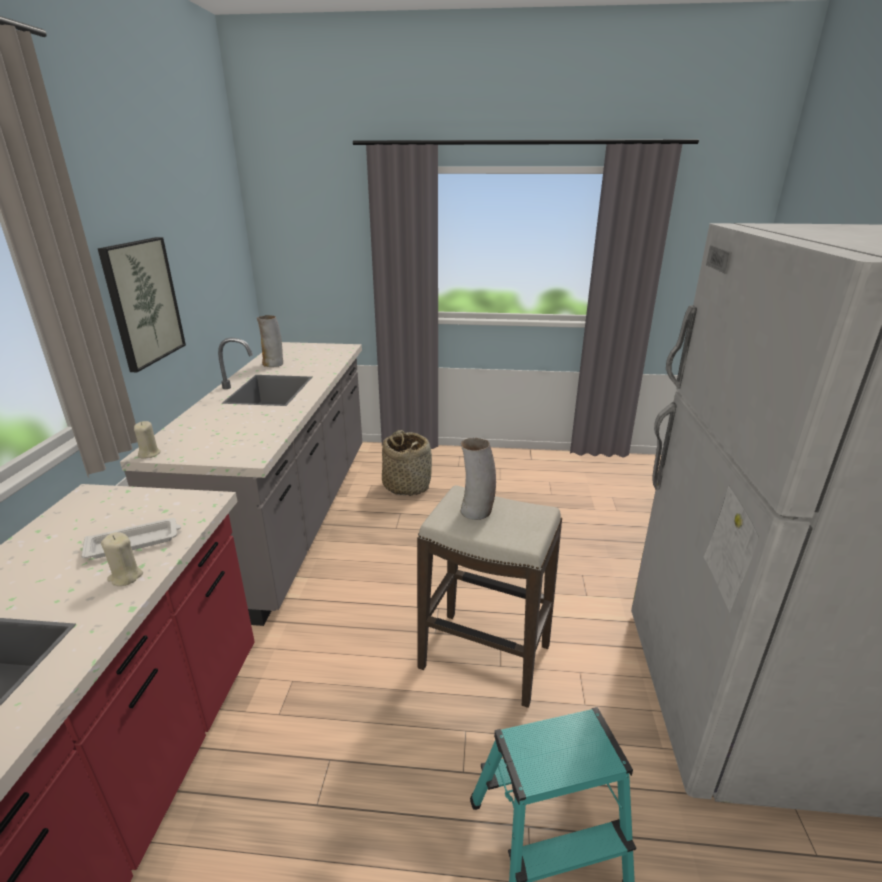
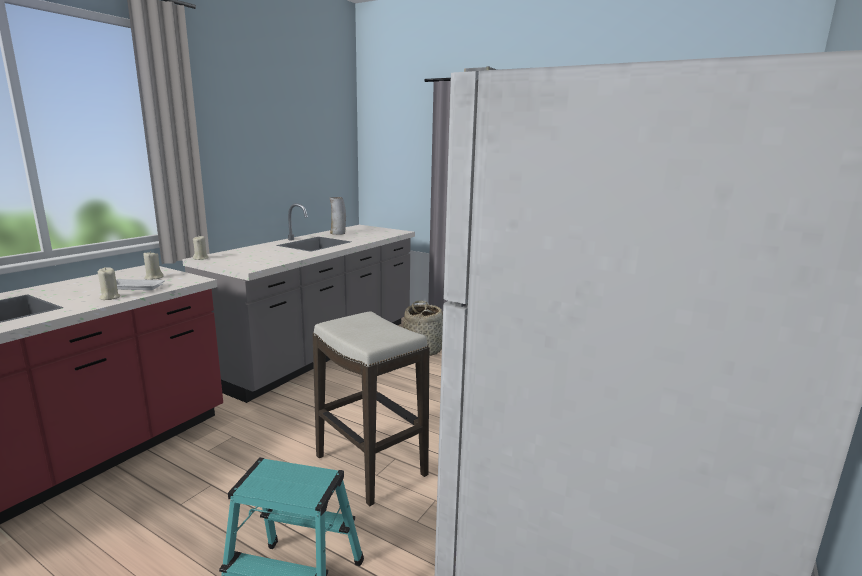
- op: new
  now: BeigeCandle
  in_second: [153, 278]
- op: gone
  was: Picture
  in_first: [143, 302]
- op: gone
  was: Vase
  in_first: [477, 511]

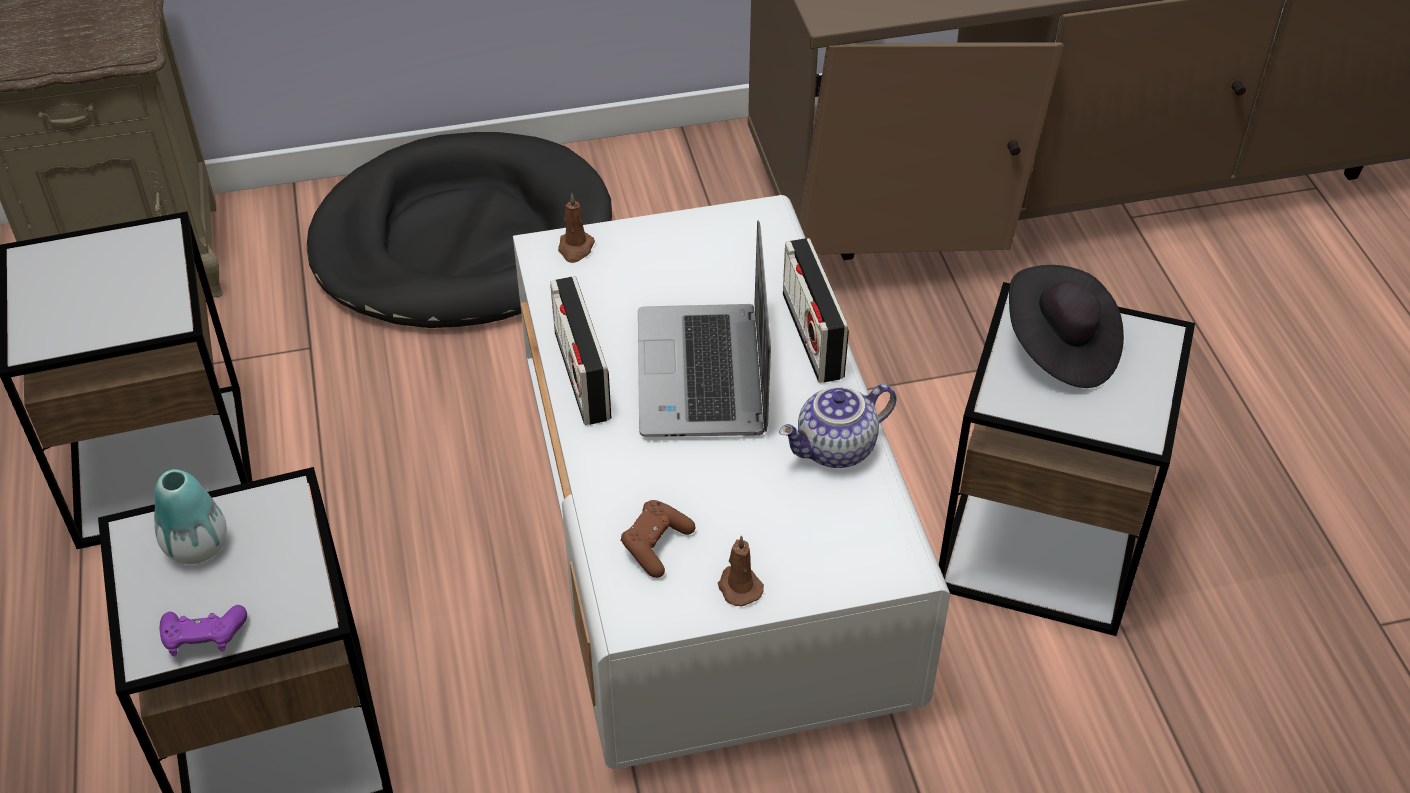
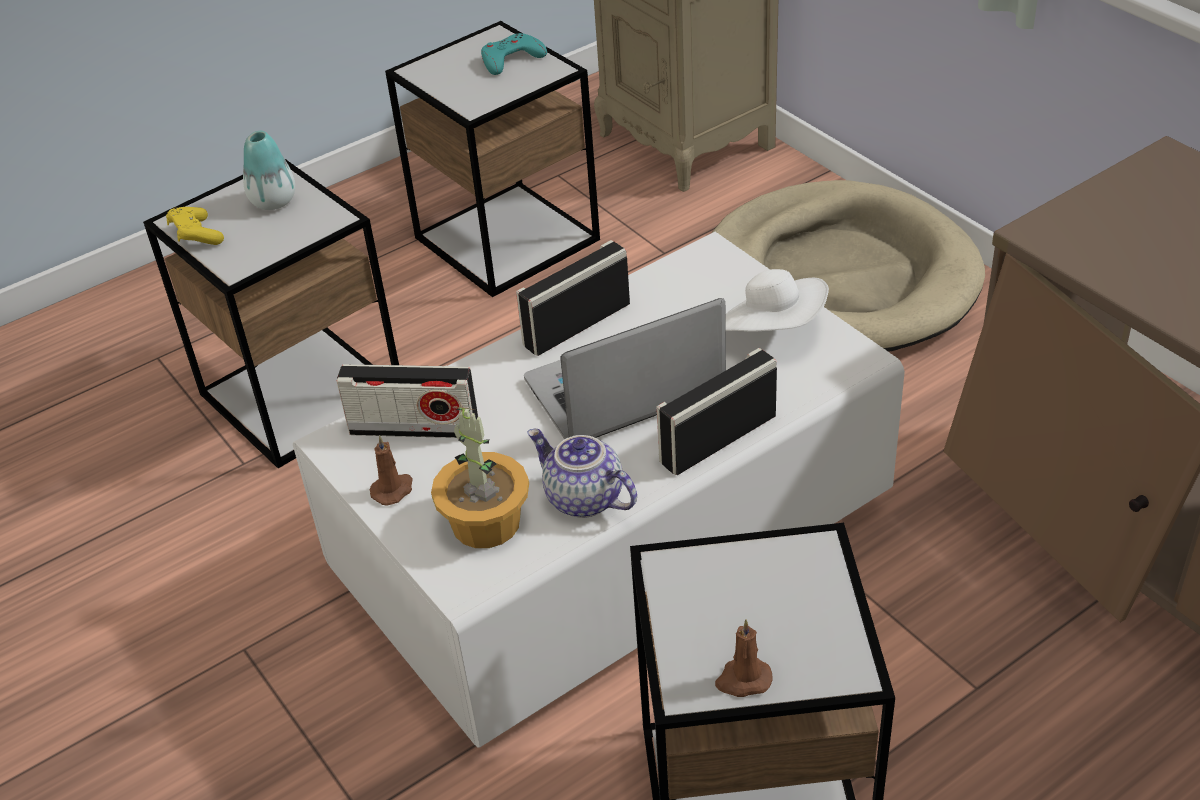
- op: repainted
  was: PurpleGameController
  now: YellowGameController
  in_first: [204, 639]
  in_second: [196, 236]
- op: swapped
  was: BrownGameController
  now: Radio
  in_first: [655, 545]
  in_second: [414, 428]
- op: new
  now: PottedPlant
  in_second: [485, 524]
- op: new
  now: TurquoiseGameController
  in_second: [511, 59]
- op: repainted
  was: BlackDogBed
  now: BeigeDogBed
  in_first: [462, 241]
  in_second: [841, 277]
- op: shifted
  was: BrownCandle
  in_first: [575, 248]
  in_second: [743, 680]
- op: new
  now: WhiteHat
  in_second: [772, 330]
- op: gone
  was: BlackHat
  in_first: [1060, 348]

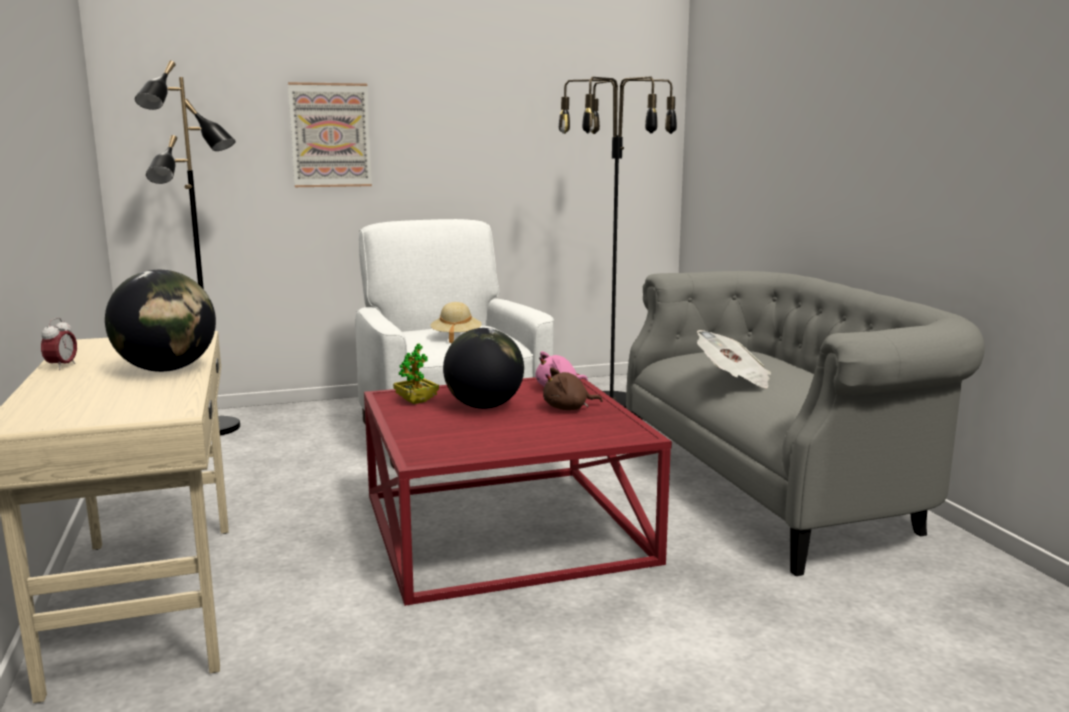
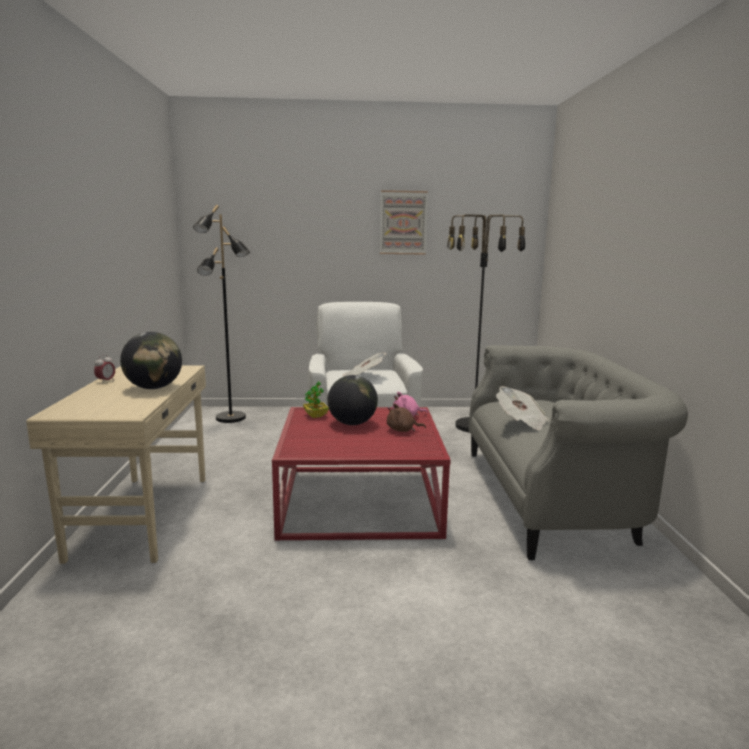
- op: swapped
  was: BeigeHat
  now: Newspaper
  in_first: [456, 337]
  in_second: [363, 376]
- op: shifted
  was: Picture
  in_first: [330, 135]
  in_second: [403, 223]

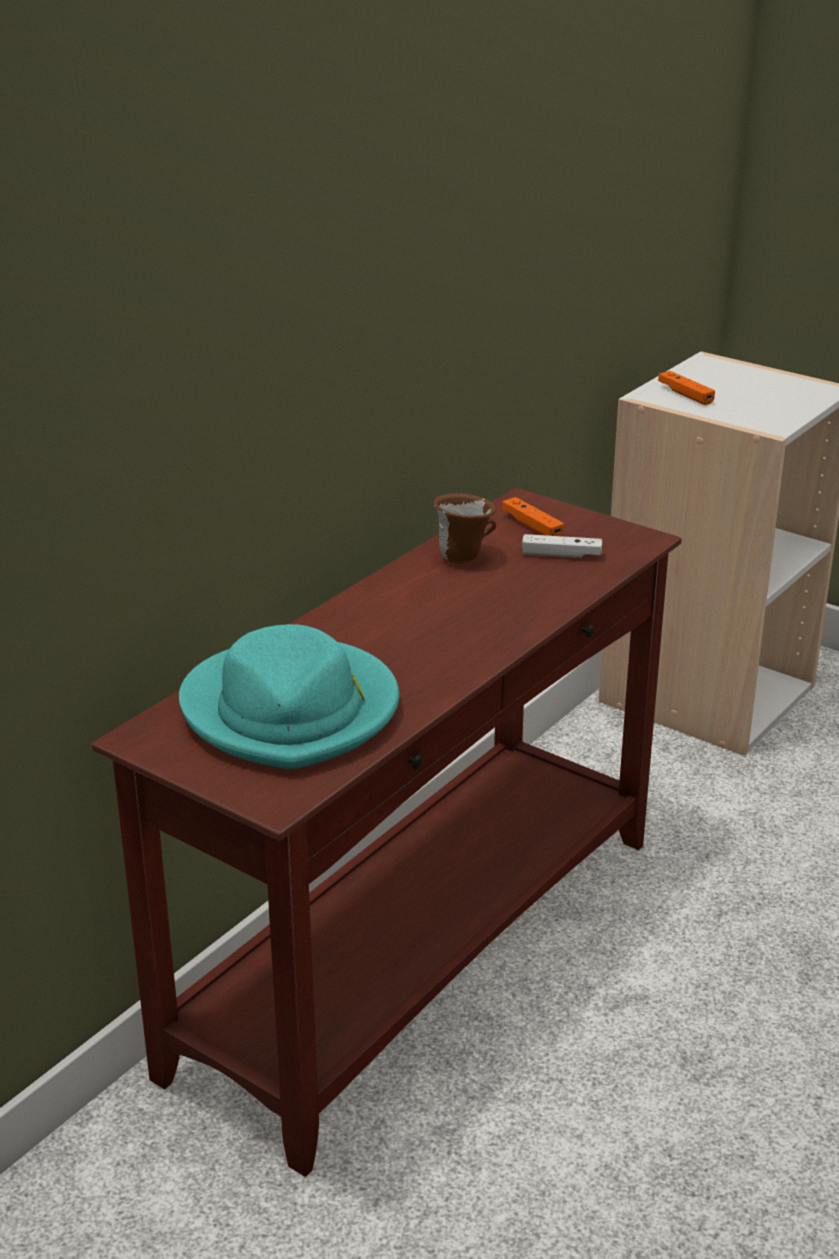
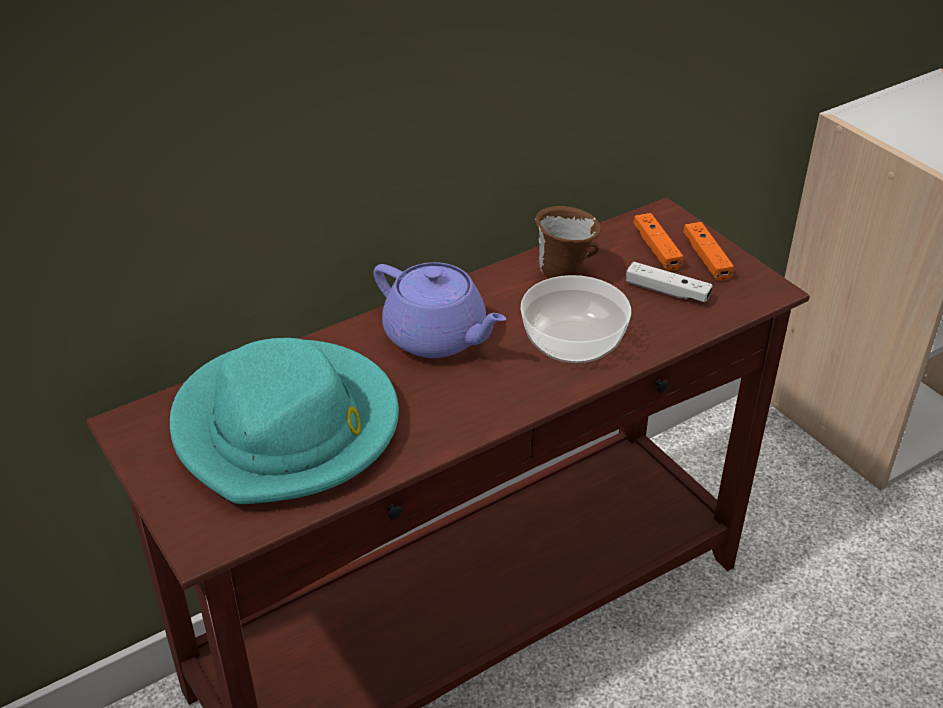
- op: new
  now: PurpleTeapot
  in_second: [437, 337]
- op: new
  now: Bowl
  in_second: [572, 342]
- op: shifted
  was: OrangeGameController
  in_first: [685, 395]
  in_second: [706, 258]

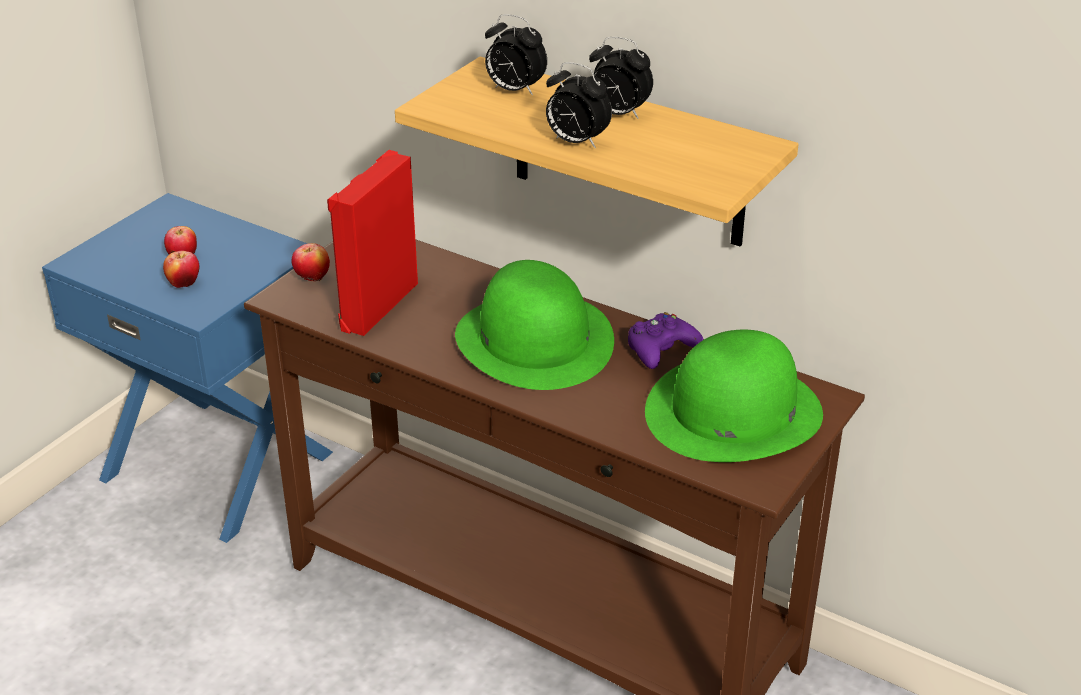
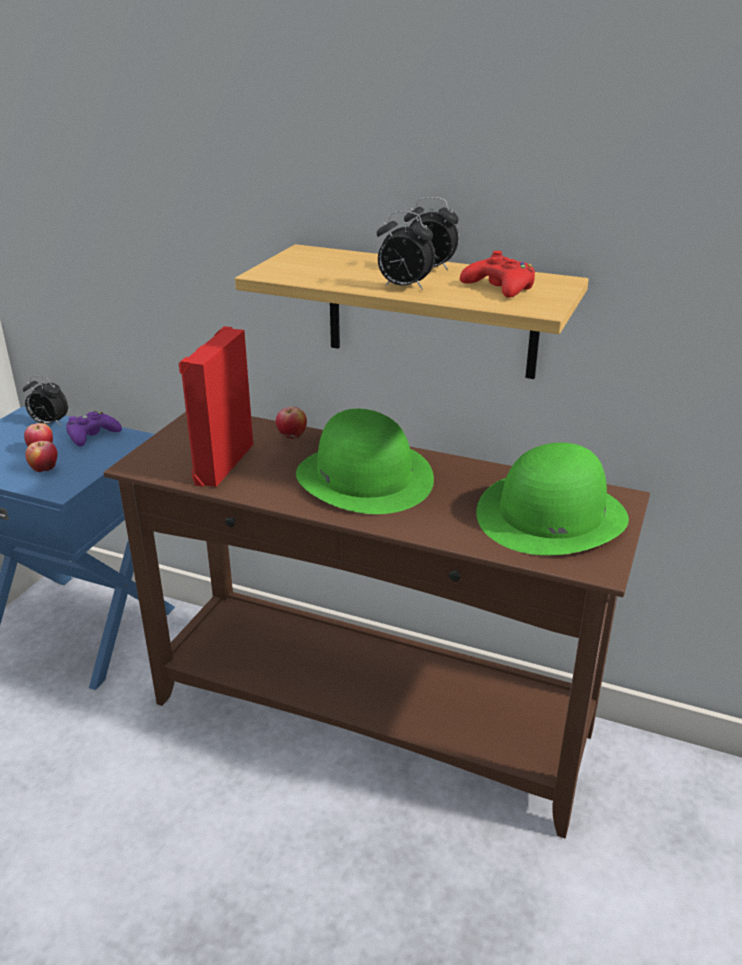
- op: shifted
  was: AlarmClock
  in_first: [514, 90]
  in_second: [49, 424]
- op: shifted
  was: PurpleGameController
  in_first: [661, 349]
  in_second: [92, 435]
- op: shifted
  was: Apple
  in_first: [312, 279]
  in_second: [292, 437]
- op: new
  now: RedGameController
  in_second: [500, 288]

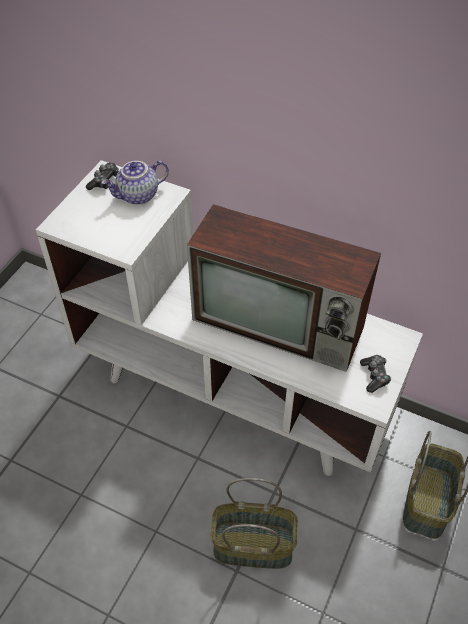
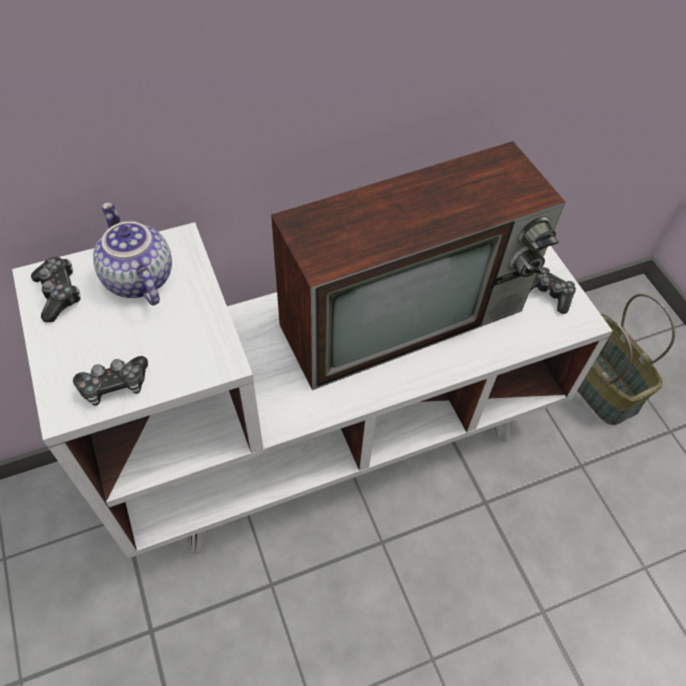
- op: new
  now: GameController
  in_second: [114, 385]
- op: rotated
  was: Teapot
  in_first: [138, 196]
  in_second: [137, 279]
  clockwise: 135
- op: gone
  was: Basket
  in_first: [254, 544]

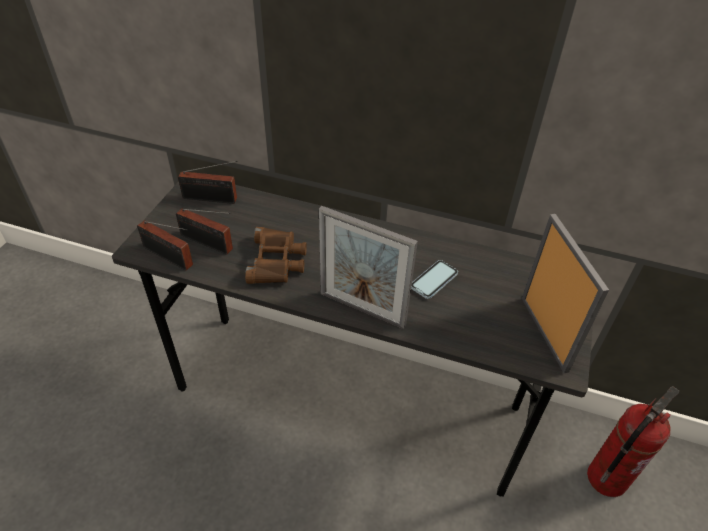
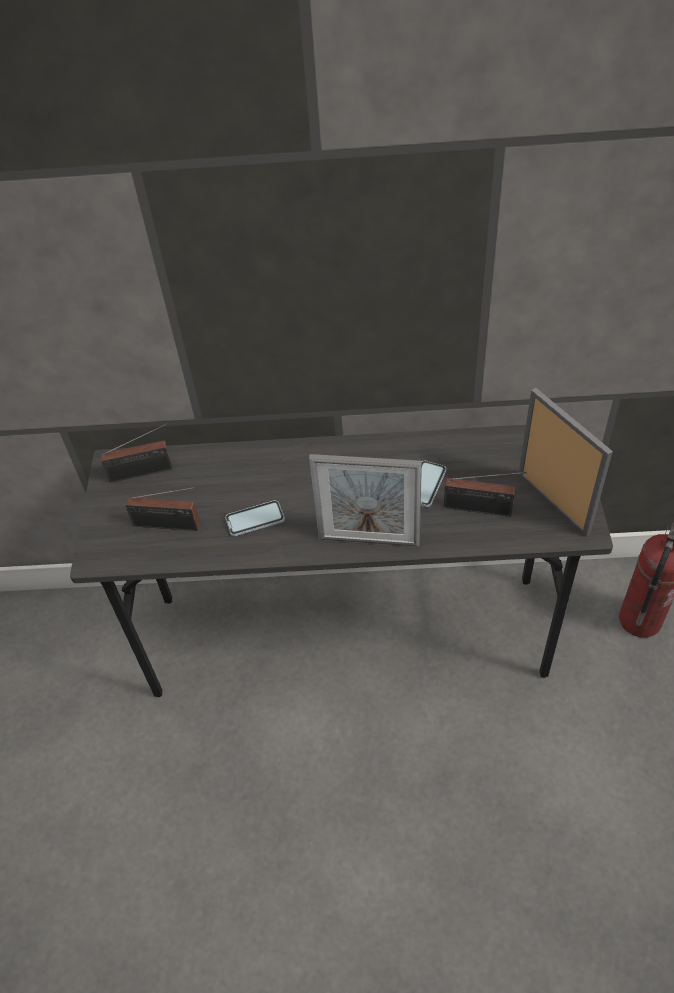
- op: swapped
  was: BrownBinoculars
  now: Phone
  in_first: [277, 261]
  in_second: [255, 519]
- op: shifted
  was: Radio
  in_first: [170, 258]
  in_second: [481, 509]

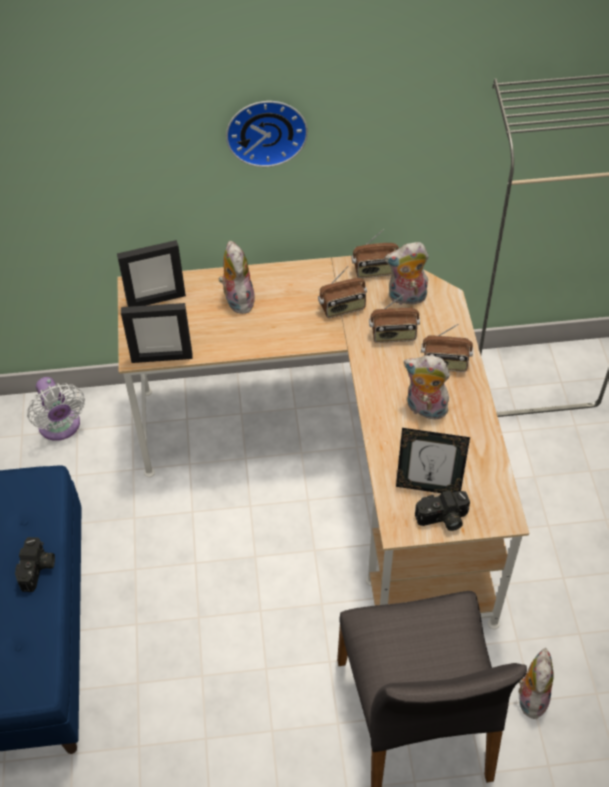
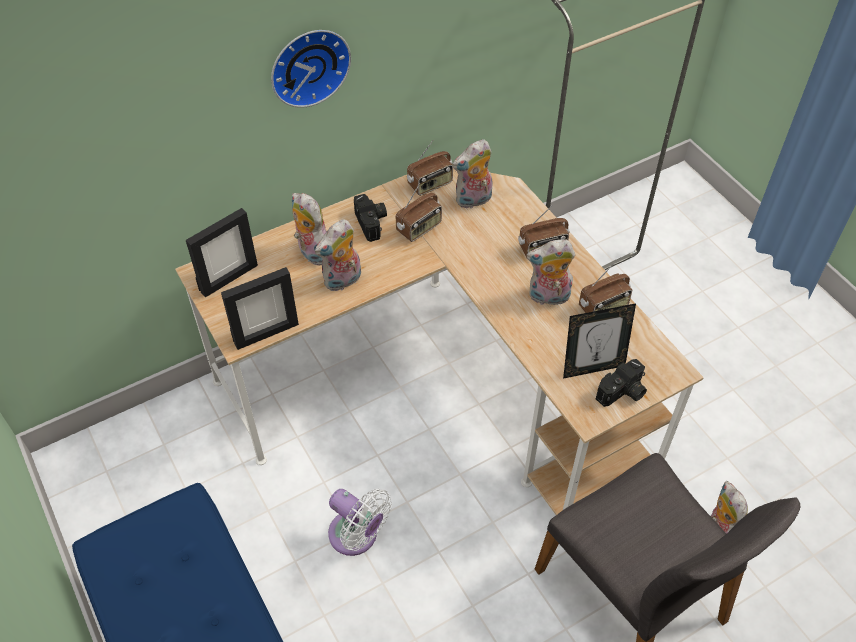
- op: new
  now: PlushToy
  in_second: [343, 281]
- op: shifted
  was: WhiteFan
  in_first: [60, 427]
  in_second: [357, 536]
- op: shifted
  was: PhotoCamera
  in_first: [38, 570]
  in_second: [372, 223]
- op: shifted
  was: Radio
  in_first: [393, 335]
  in_second: [603, 307]

